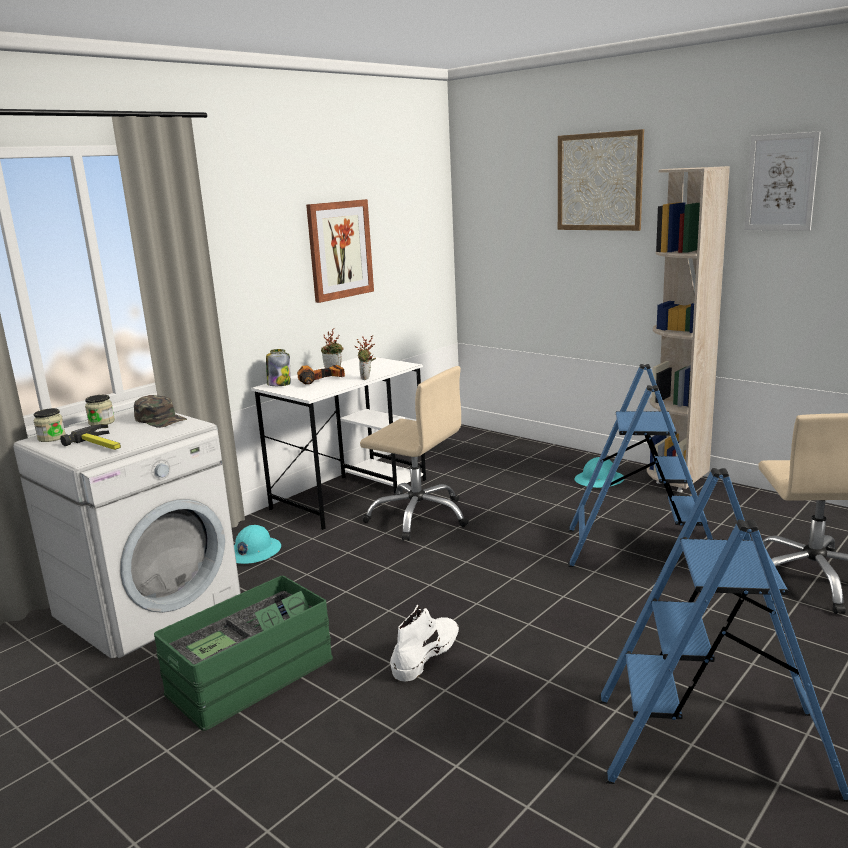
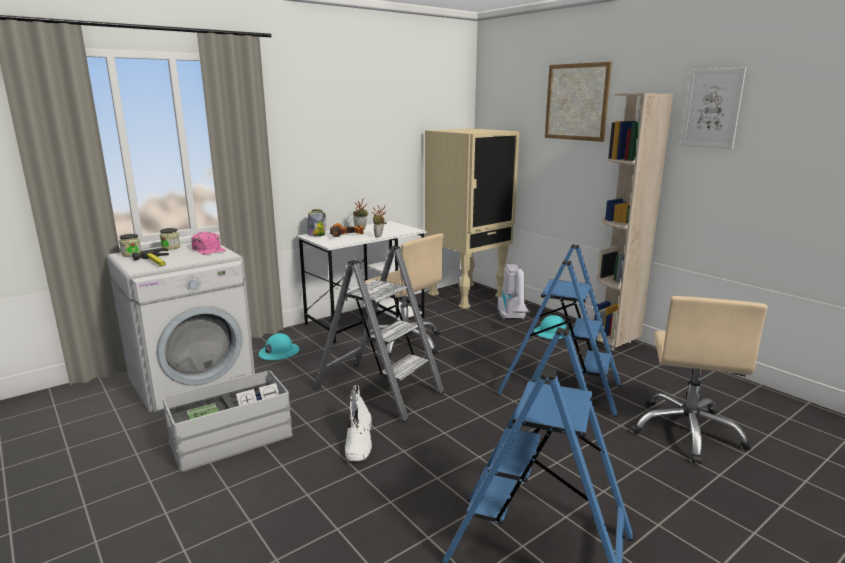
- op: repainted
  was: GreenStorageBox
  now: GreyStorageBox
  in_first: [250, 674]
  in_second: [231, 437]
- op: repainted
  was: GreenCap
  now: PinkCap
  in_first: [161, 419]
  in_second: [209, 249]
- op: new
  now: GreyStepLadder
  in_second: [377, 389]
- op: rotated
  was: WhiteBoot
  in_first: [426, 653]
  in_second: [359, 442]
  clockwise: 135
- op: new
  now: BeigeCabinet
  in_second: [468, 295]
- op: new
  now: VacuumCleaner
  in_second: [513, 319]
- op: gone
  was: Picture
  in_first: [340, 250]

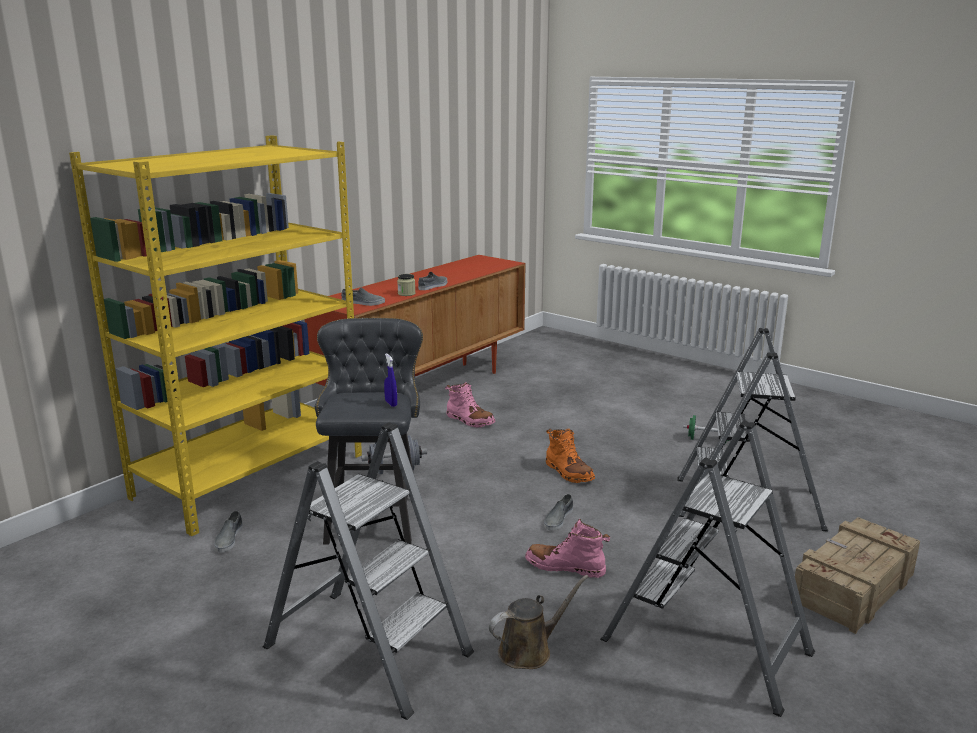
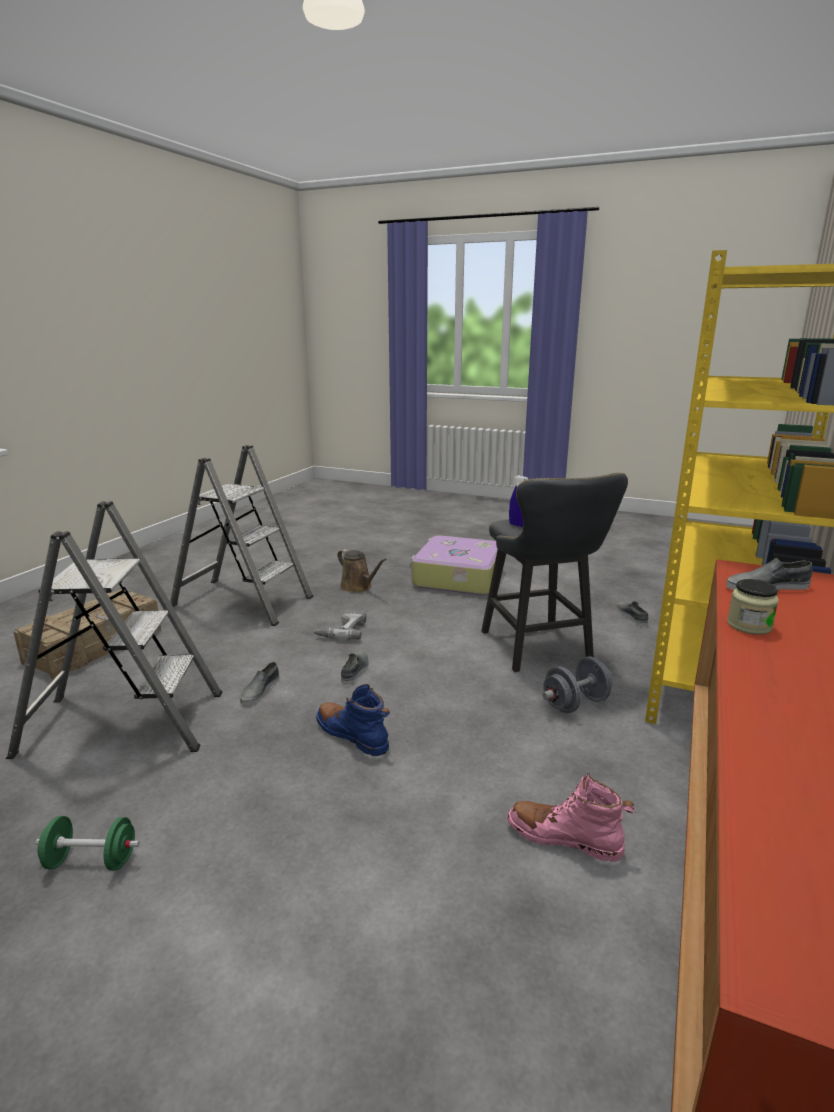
- op: shifted
  was: GreyShoe
  in_first: [433, 286]
  in_second: [259, 690]
- op: swapped
  was: PinkBoot
  now: PowerDrill
  in_first: [565, 567]
  in_second: [341, 631]
- op: repainted
  was: OrangeBoot
  now: BlueBoot
  in_first: [568, 472]
  in_second: [352, 735]
- op: rotated
  was: BrownWateringCan
  in_first: [529, 650]
  in_second: [358, 587]
  clockwise: -90
- op: swapped
  was: GreyStepLadder
  now: Suitcase
  in_first: [366, 648]
  in_second: [457, 578]

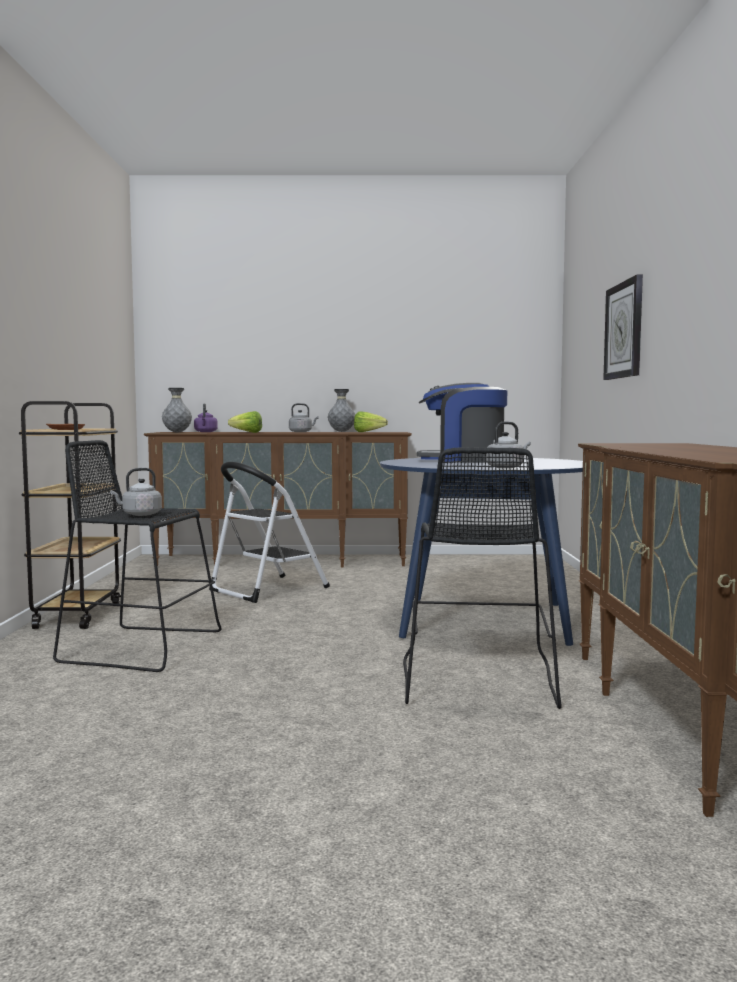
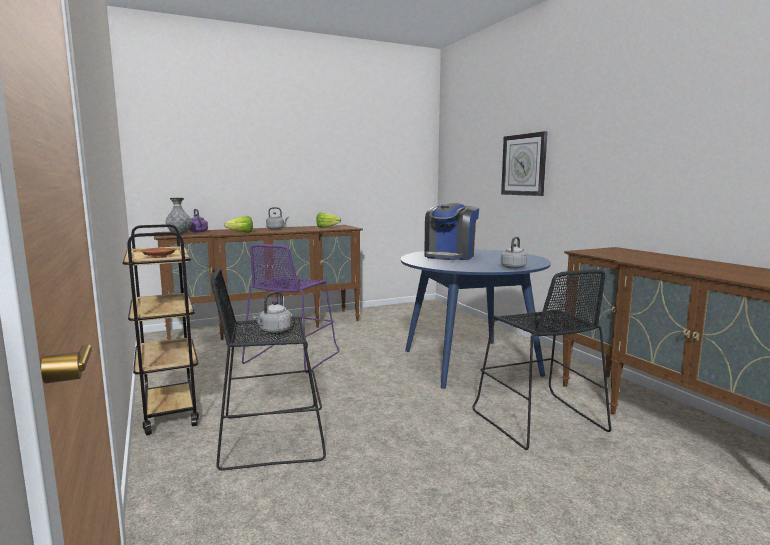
- op: swapped
  was: StepLadder
  now: PurpleStool
  in_first: [266, 589]
  in_second: [291, 357]
- op: rotated
  was: CoffeeMachine
  in_first: [462, 460]
  in_second: [450, 256]
  clockwise: -45
- op: gone
  was: GreyVase
  in_first: [341, 431]

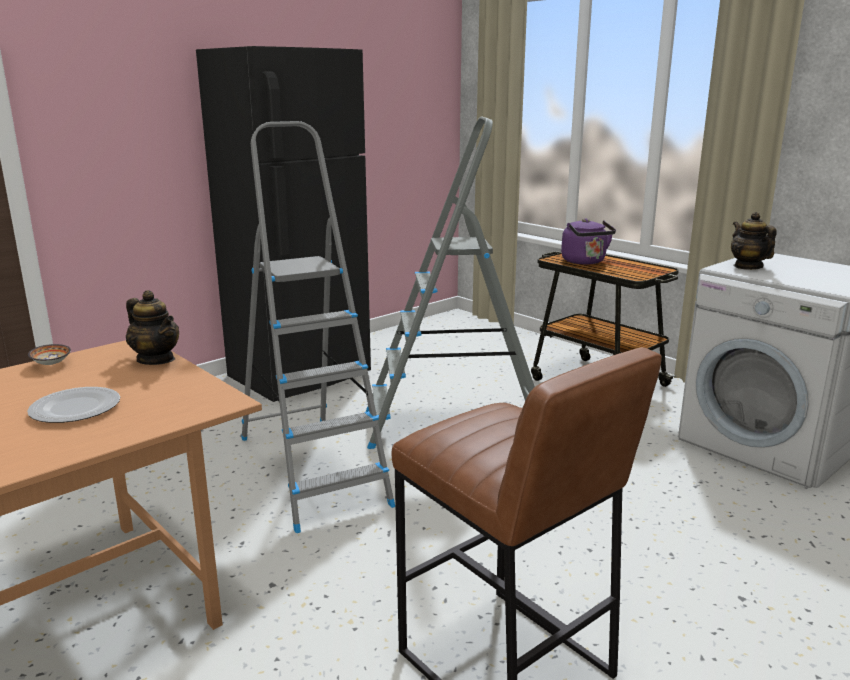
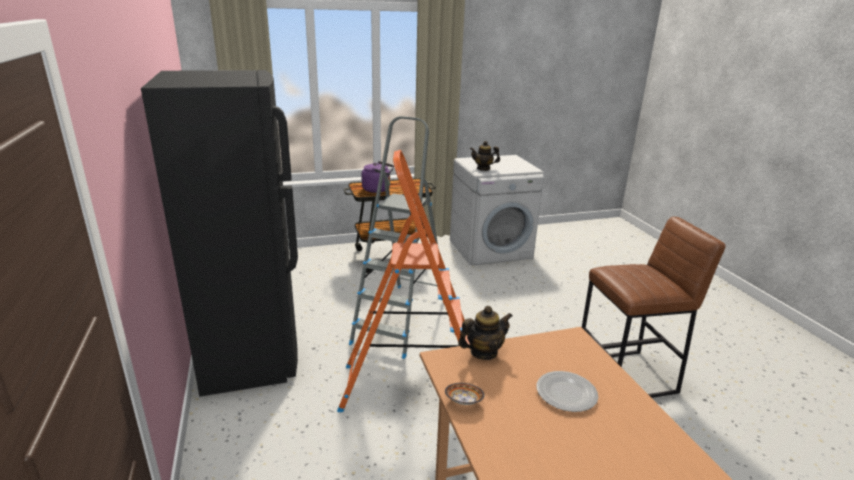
- op: repainted
  was: GreyStepLadder
  now: OrangeStepLadder
  in_first: [312, 469]
  in_second: [415, 388]

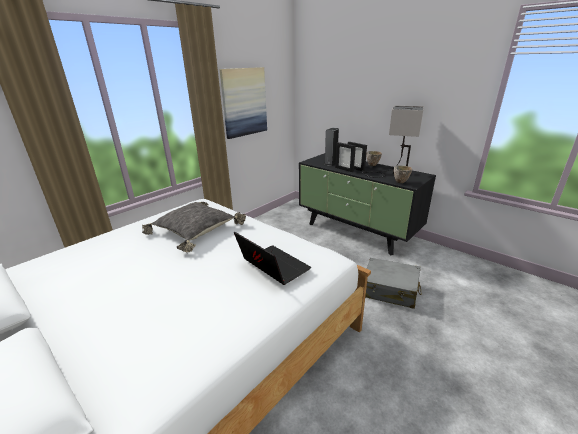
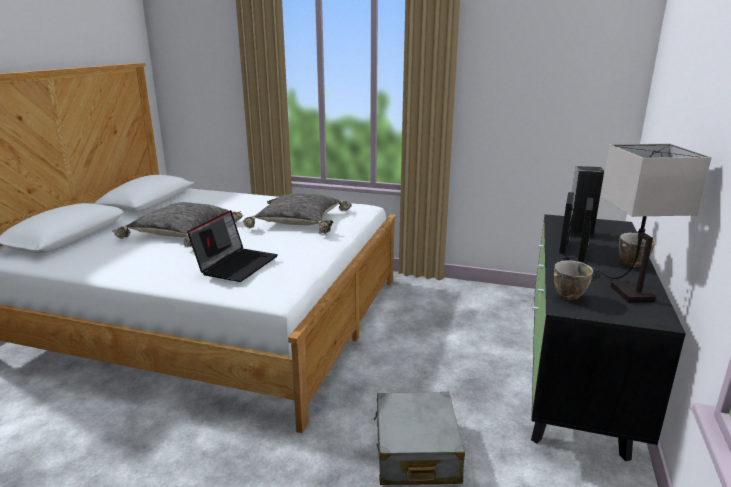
- op: new
  now: Pillow
  in_second: [182, 231]
- op: gone
  was: Picture
  in_first: [244, 102]

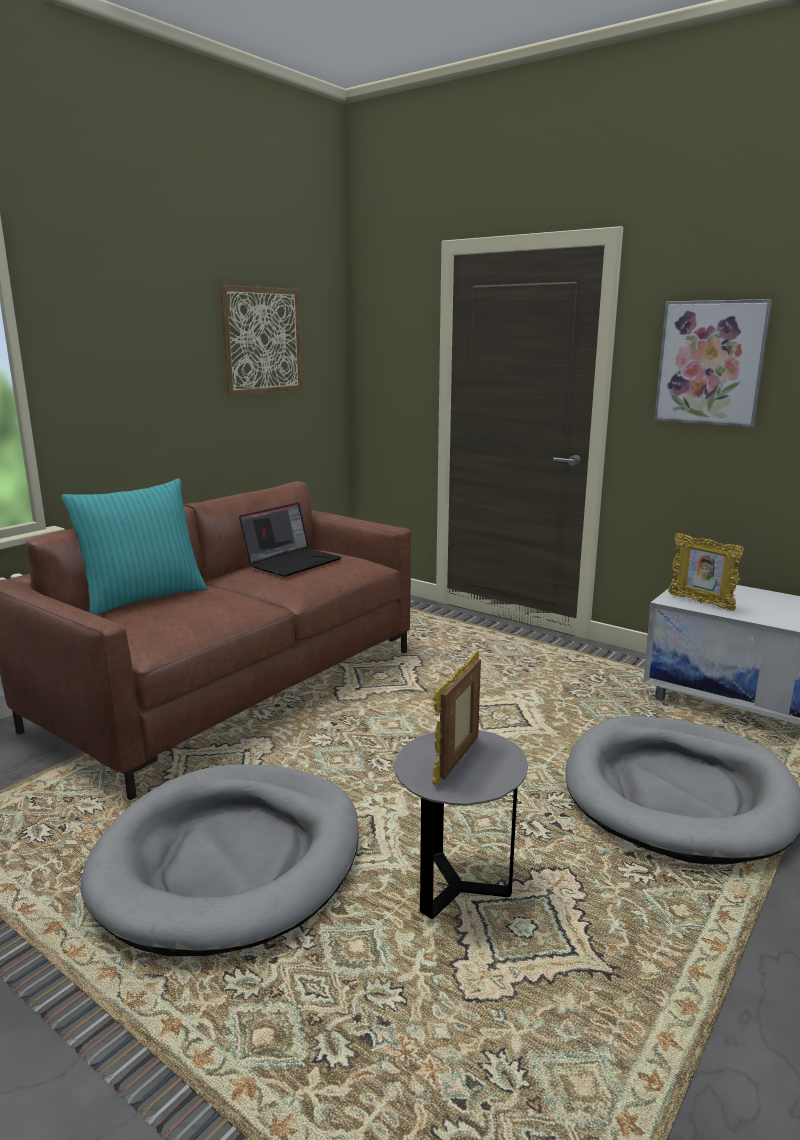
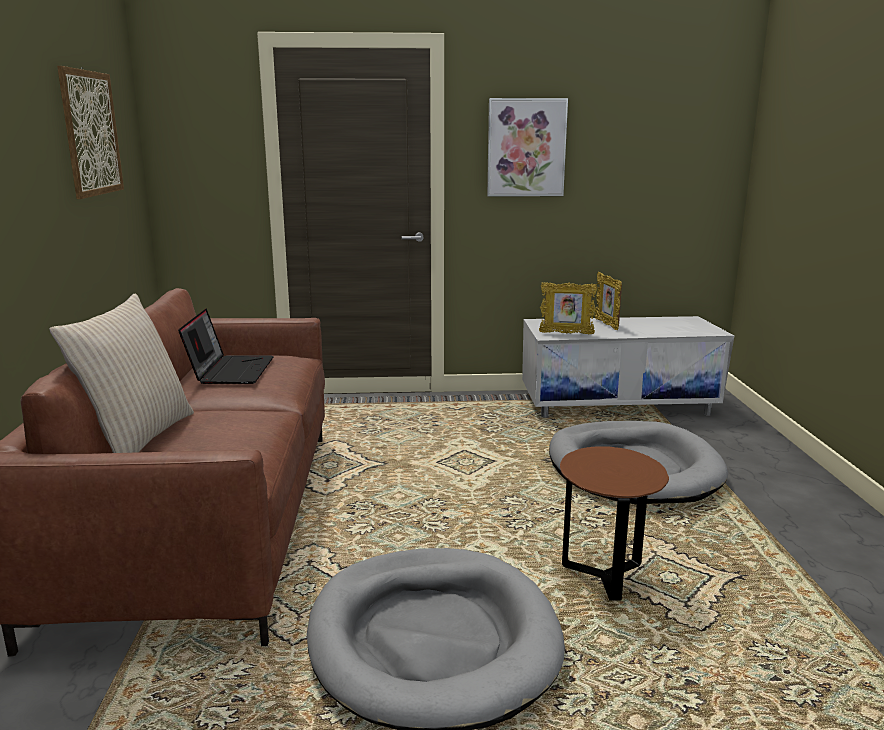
- op: repainted
  was: TurquoisePillow
  now: BeigePillow
  in_first: [143, 597]
  in_second: [137, 438]
- op: repainted
  was: GreySideTable
  now: BrownSideTable
  in_first: [457, 889]
  in_second: [605, 577]
- op: shifted
  was: PictureFrame
  in_first: [457, 762]
  in_second: [606, 324]

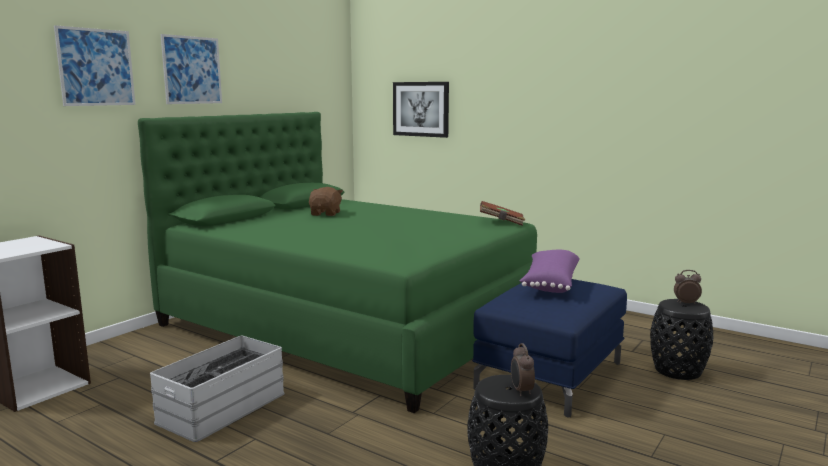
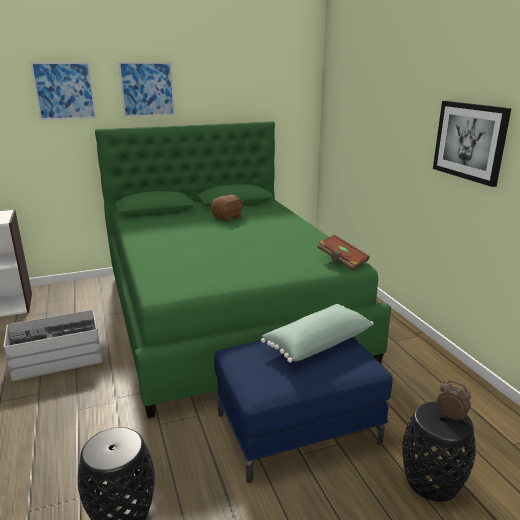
- op: repainted
  was: PurplePillow
  now: GreenPillow
  in_first: [549, 283]
  in_second: [317, 343]
- op: shifted
  was: Picture
  in_first: [421, 109]
  in_second: [469, 141]
- op: gone
  was: AlarmClock
  in_first: [521, 391]

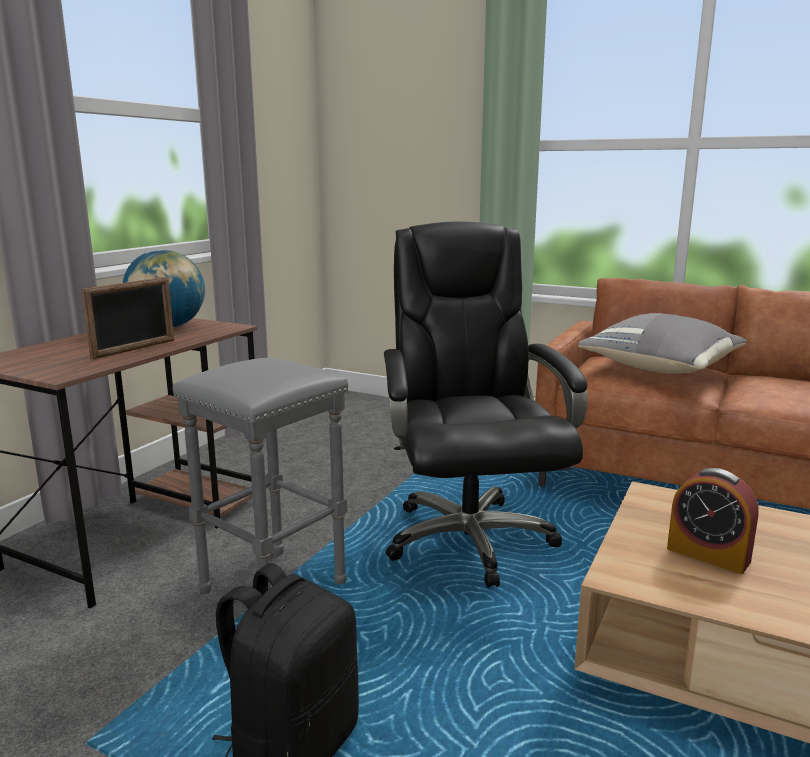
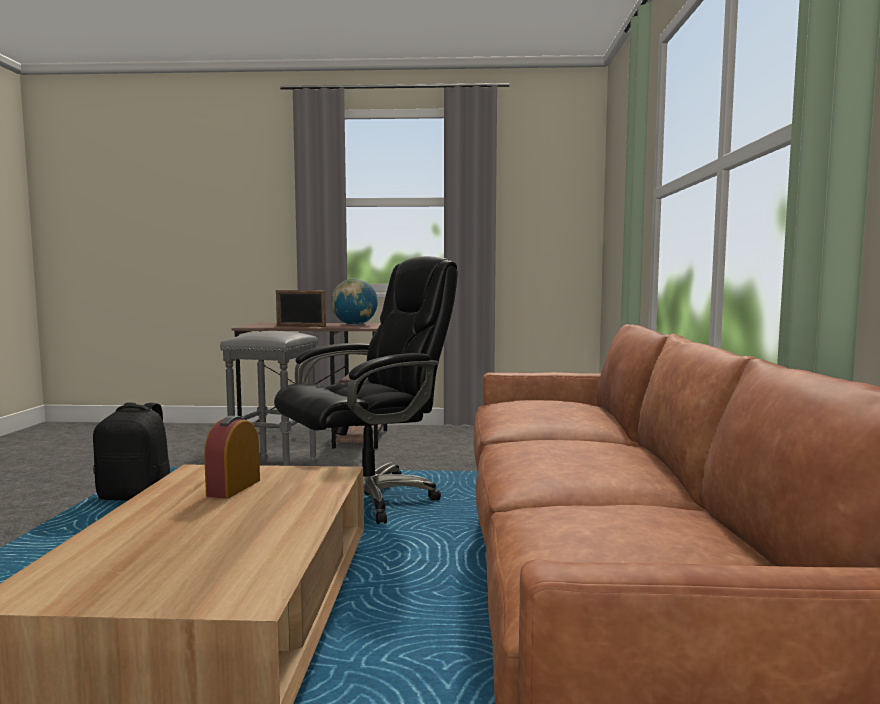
- op: gone
  was: GreyPillow
  in_first: [661, 370]

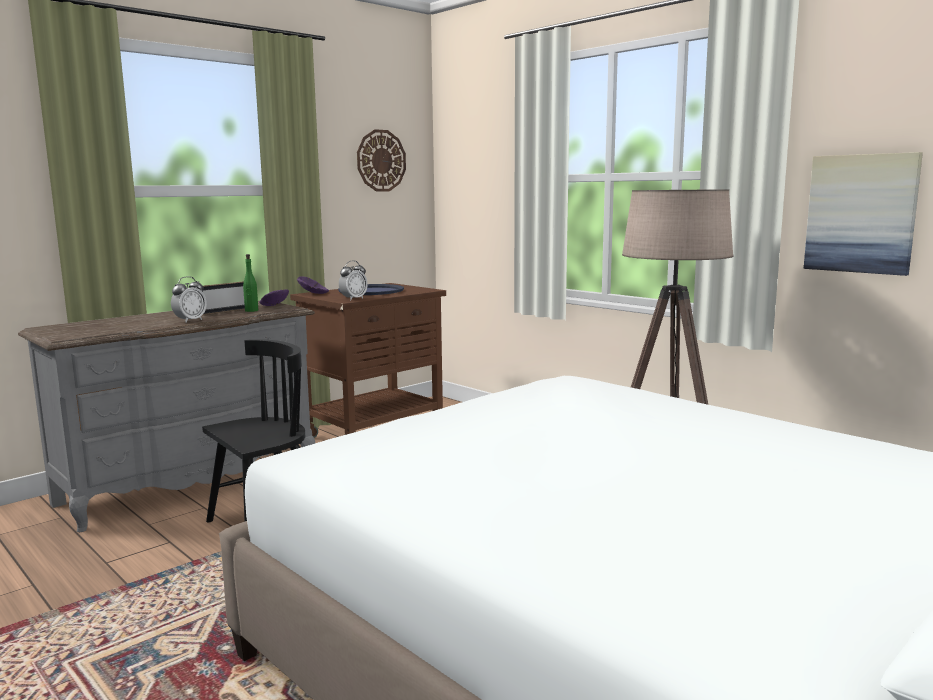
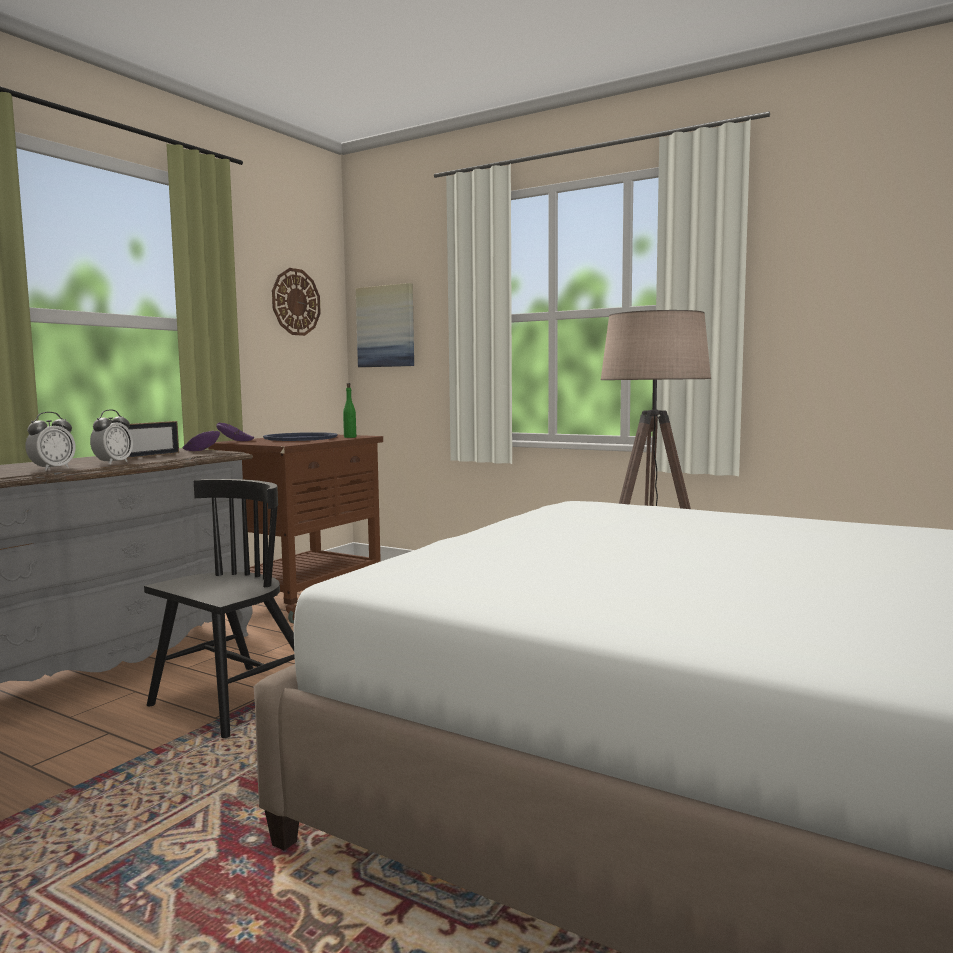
- op: shifted
  was: AlarmClock
  in_first: [353, 299]
  in_second: [52, 469]
- op: shifted
  was: GreenBottle
  in_first: [251, 310]
  in_second: [350, 437]
- op: shifted
  was: Picture
  in_first: [861, 213]
  in_second: [386, 326]

